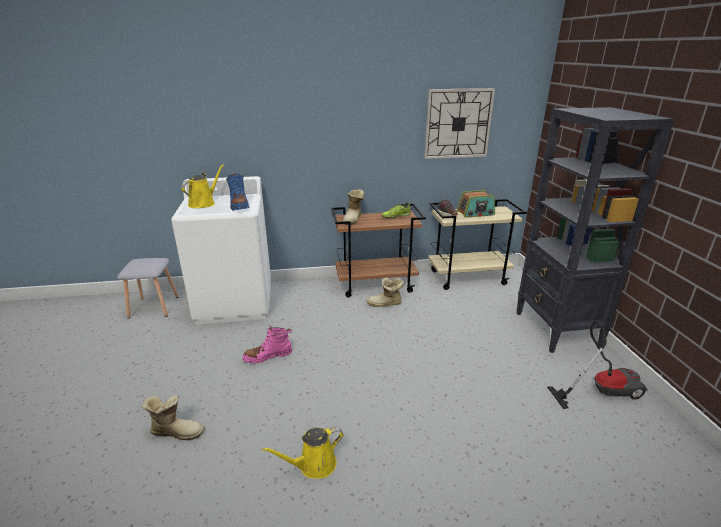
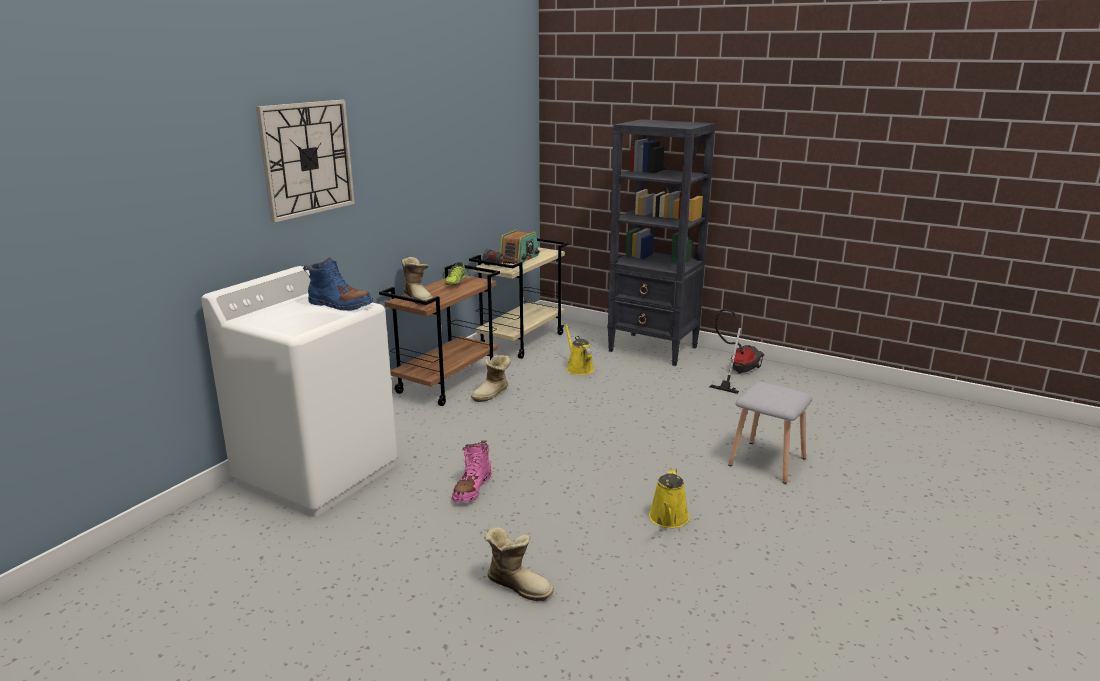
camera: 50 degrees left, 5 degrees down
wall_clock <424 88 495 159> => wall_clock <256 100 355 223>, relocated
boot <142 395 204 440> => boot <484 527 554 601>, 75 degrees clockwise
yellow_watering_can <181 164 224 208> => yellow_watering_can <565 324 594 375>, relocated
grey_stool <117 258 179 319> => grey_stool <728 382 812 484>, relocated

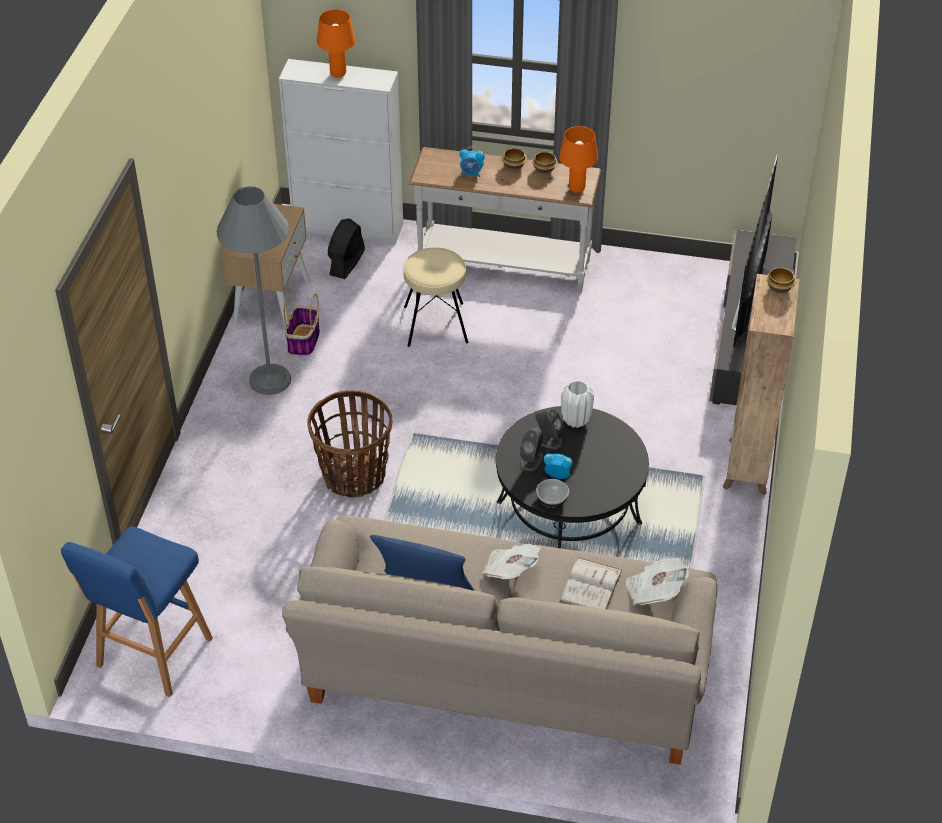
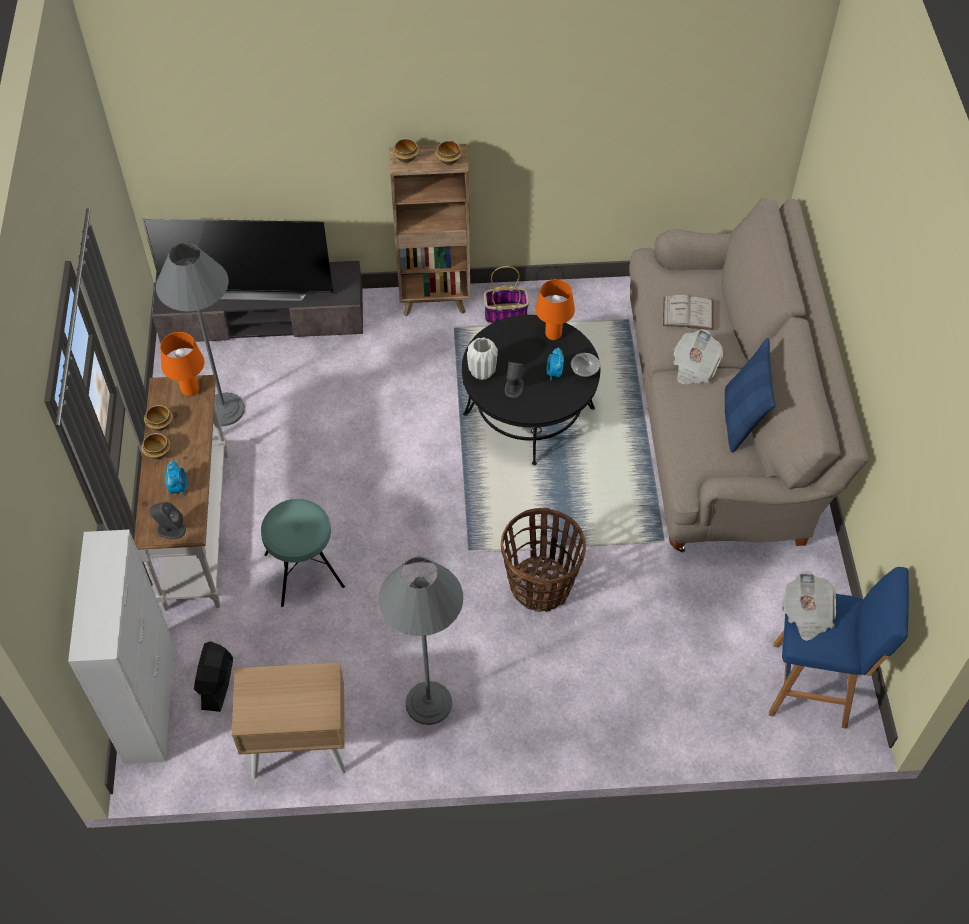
camera: 105 degrees left, 10 degrees up
grey_speaker <520 428 543 471> => grey_speaker <149 502 186 539>, relocated
nothing => grey_floor_lamp <156 243 245 426>
black_fan <328 218 365 279> => black_fan <194 641 233 712>, 90 degrees clockwise
beige_stool <403 247 468 347> => turquoise_stool <261 499 345 607>
nothing => bowl <435 140 462 165>
basket <284 290 320 356> => basket <484 266 529 324>, relocated
orange_table_lamp <317 9 356 77> => orange_table_lamp <535 279 575 340>, relocated
newspaper <625 558 689 605> => newspaper <782 571 836 641>, relocated

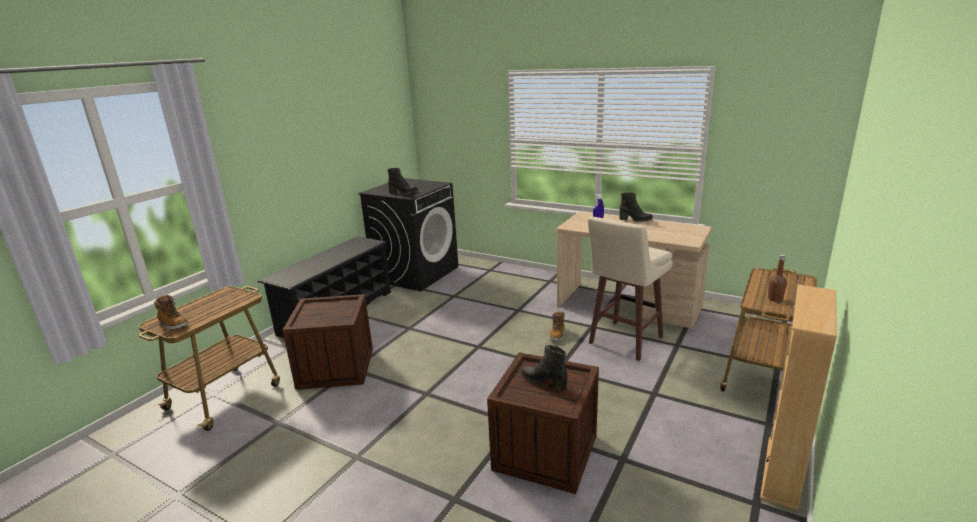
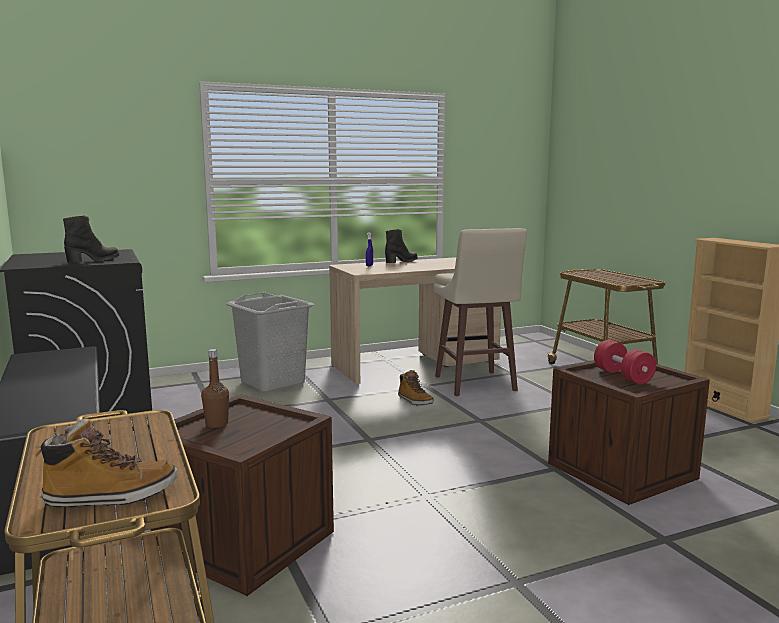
camera: 55 degrees left, 10 degrees down
brown_bottle <768 255 787 302> => brown_bottle <201 349 229 428>, relocated
nothing => grey_laundry_basket <226 292 314 392>
black_boot <521 345 568 391> => red_dumbbell <594 340 656 384>

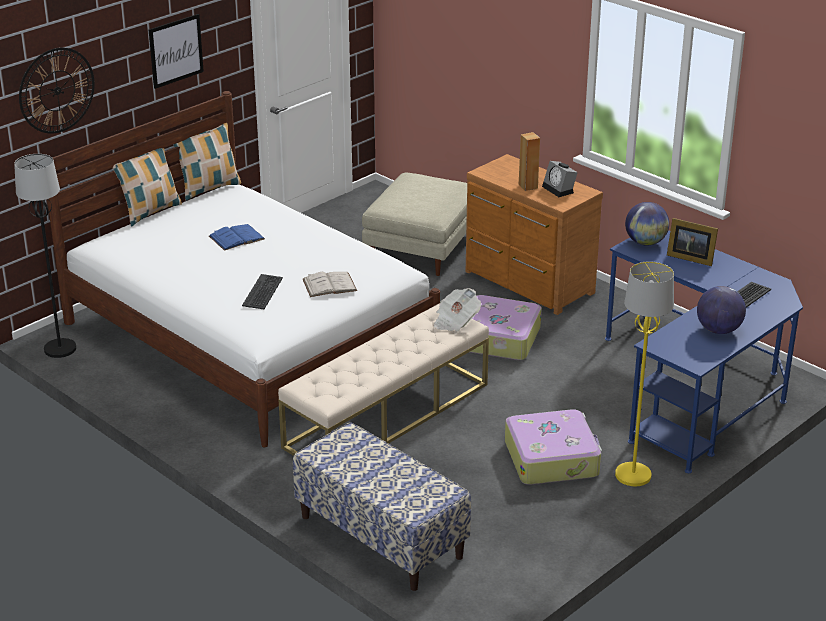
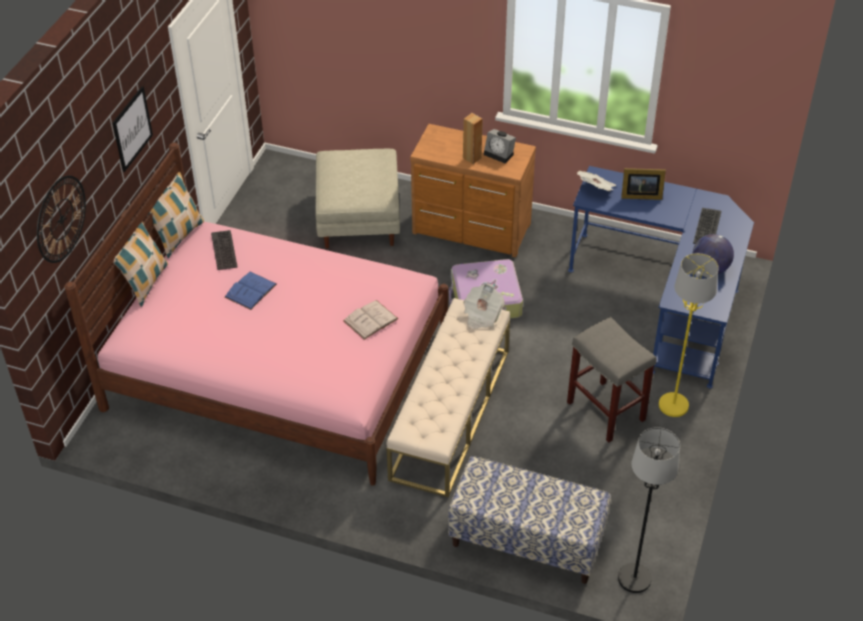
camera: 25 degrees left, 15 degrees up
white_bed <47 91 440 447> => pink_bed <65 142 448 485>
keyboard <242 274 283 309> => keyboard <211 230 238 270>, relocated
suitcase <505 409 602 485> => grey_stool <567 317 657 443>
globe <625 202 669 246> => newspaper <577 171 616 192>
black_floor_lamp <14 154 76 358> => black_floor_lamp <618 427 680 593>, relocated

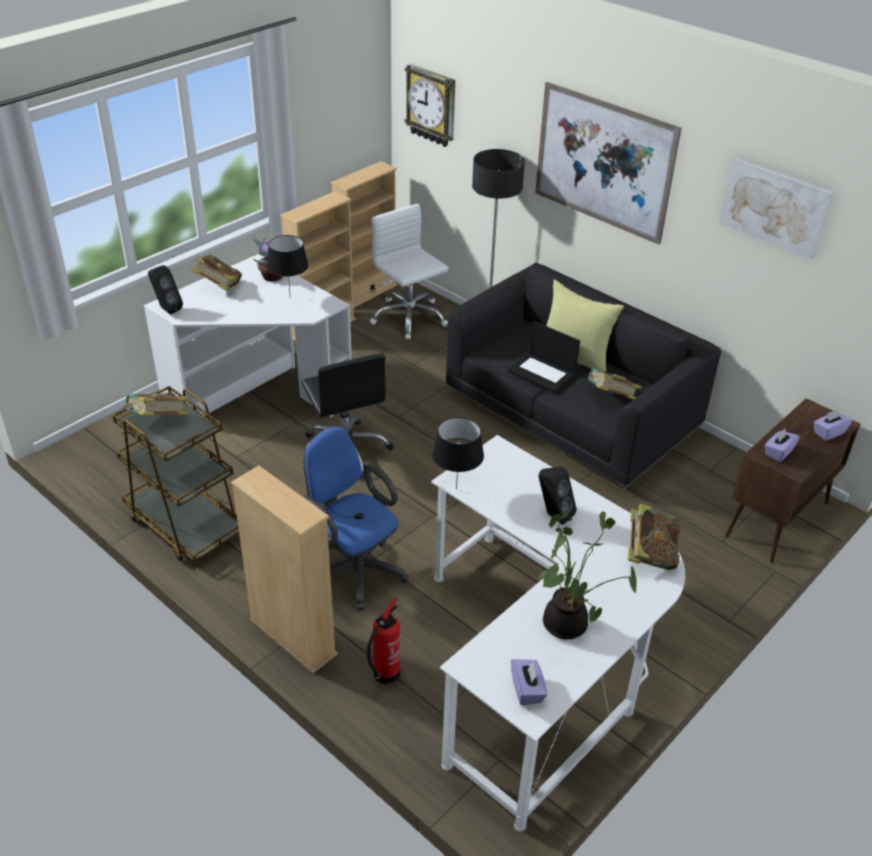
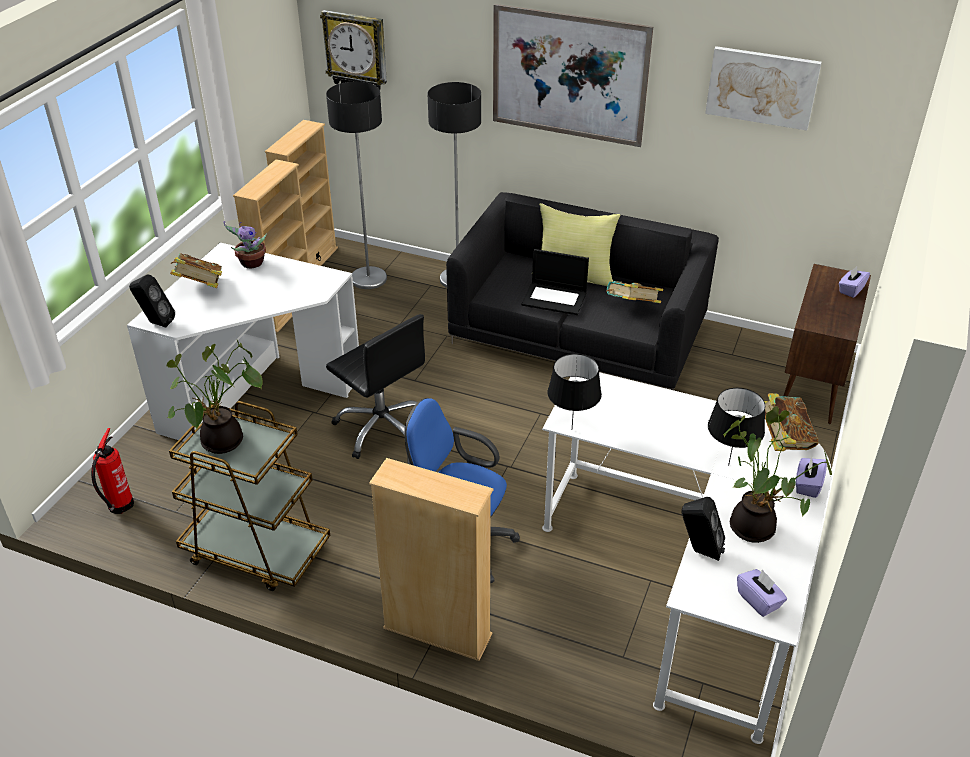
camera: 20 degrees left, 0 degrees up
fire_extinguisher <367 597 400 684> => fire_extinguisher <91 428 134 514>, relocated
book <123 393 189 416> => potted_plant <167 340 263 454>
white_office_chair <370 203 449 340> => floor_lamp <326 82 387 289>
black_speaker <539 466 577 525> => black_speaker <681 497 725 561>, relocated
black_table_lamp <267 235 308 292> => black_table_lamp <708 388 765 466>, relocated
purple_tissue_box <765 428 799 462> => purple_tissue_box <796 456 827 498>, relocated

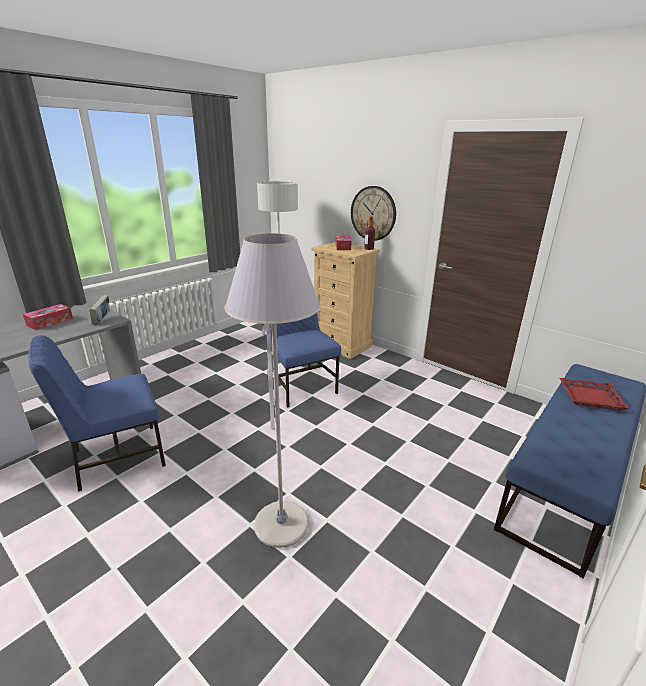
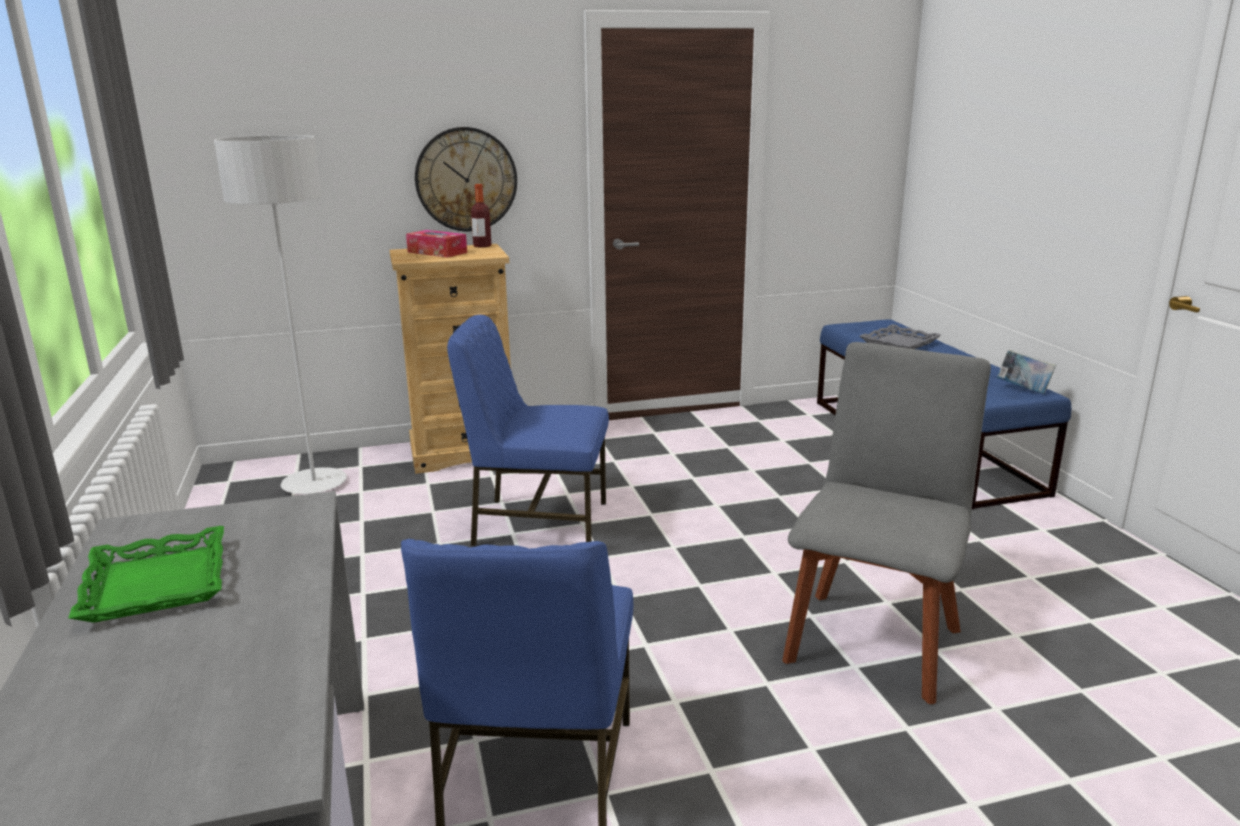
camera: 55 degrees left, 5 degrees down
tissue_box <23 304 73 330> => green_tray <68 526 224 623>
grey_floor_lamp <225 233 321 548> => grey_chair <783 342 991 704>
red_tray <560 378 630 410> => grey_tray <860 324 941 349>
book <89 295 110 325> => book <997 350 1056 394>, relocated

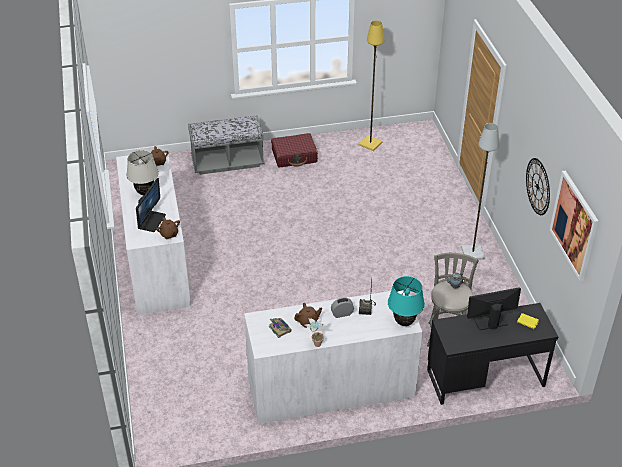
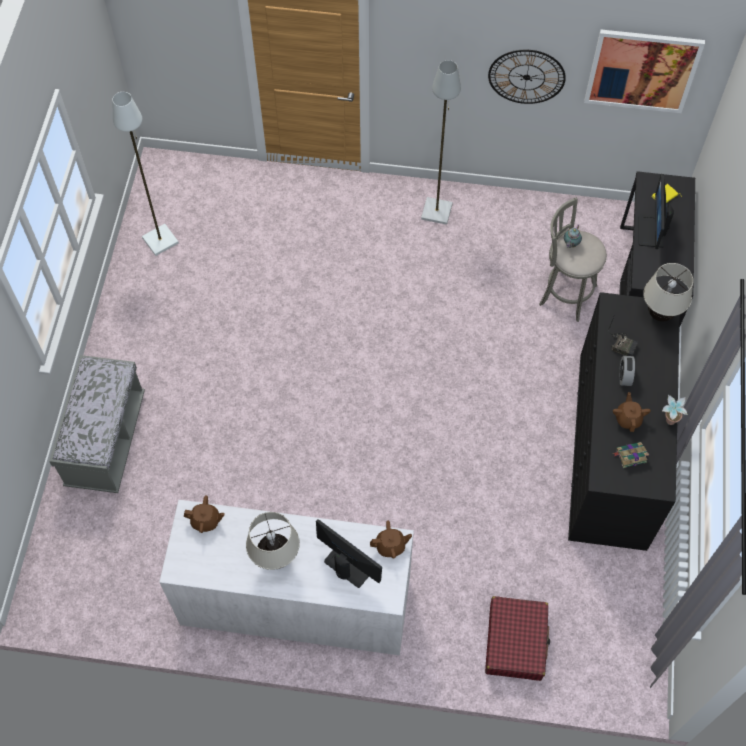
camera: 70 degrees left, 20 degrees up
yellow_floor_lamp <359 21 385 151> => white_floor_lamp <112 92 179 256>
red_suitcase <271 133 318 168> => red_suitcase <485 596 550 681>, relocated
white_dresser <244 290 423 424> => black_dresser <568 292 680 551>
turquoise_table_lamp <388 276 425 326> => beige_table_lamp <643 263 694 322>

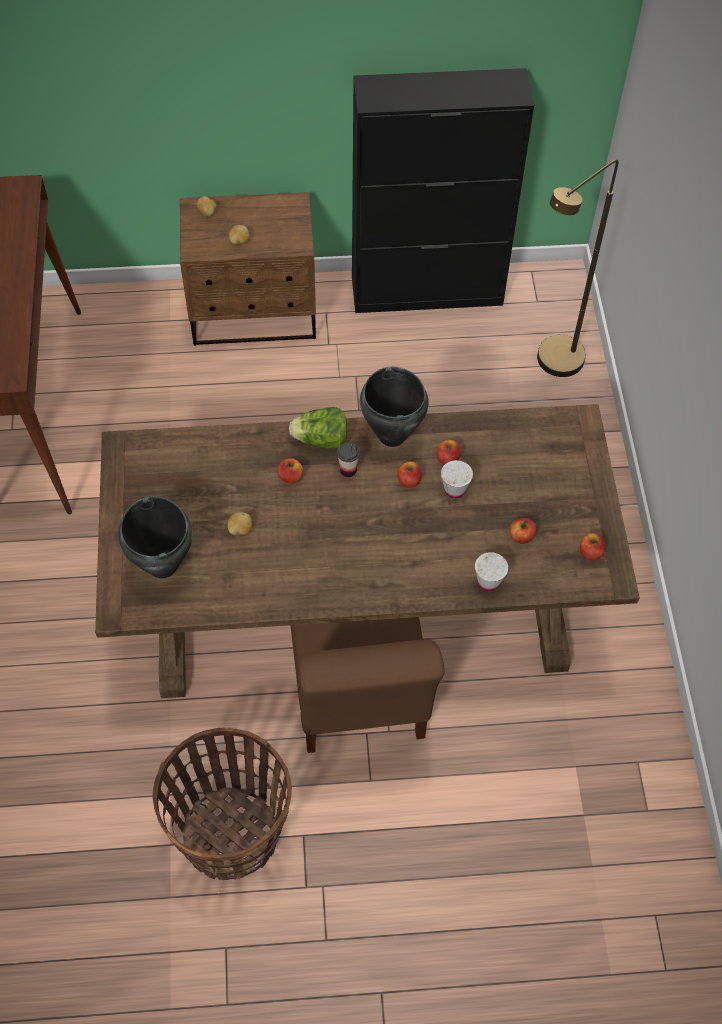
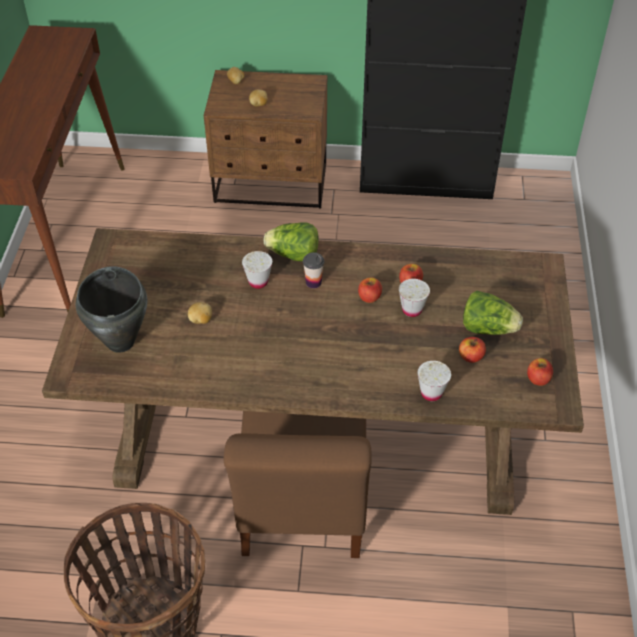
camera: 10 degrees right, 10 degrees down
apple <277 458 304 484> => white_cup <242 251 272 289>
nothing => lettuce <463 291 523 335>
black_cooking_pot <360 367 429 447> => nothing
brown_floor_lamp <537 159 618 377> => nothing

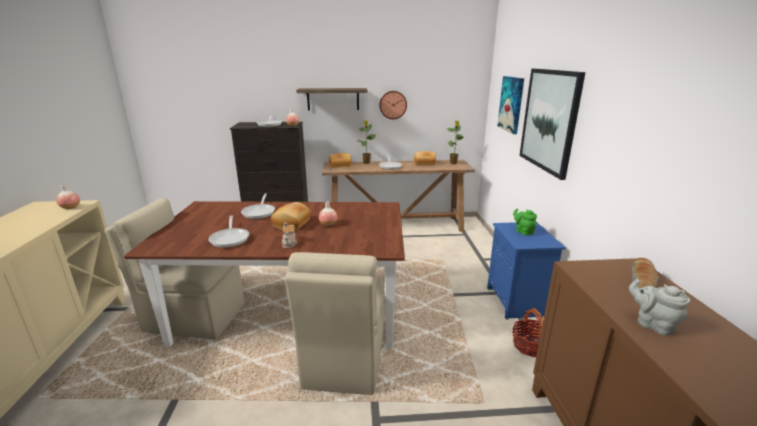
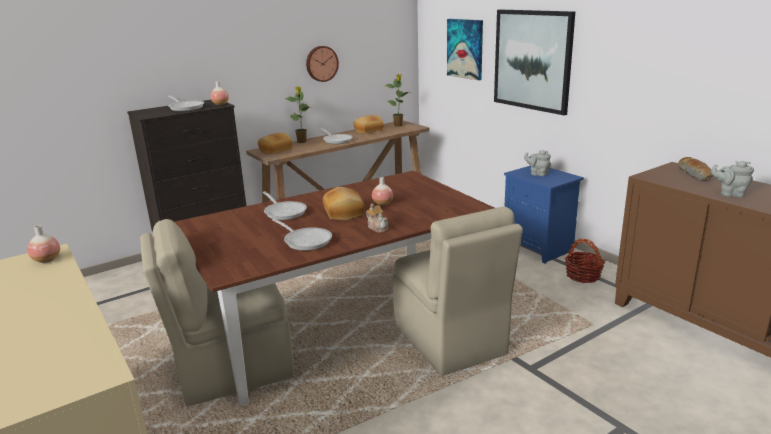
camera: 30 degrees left, 0 degrees up
green_teapot <513 209 537 236> => grey_teapot <524 150 551 176>
shelf <296 88 367 110> => nothing

